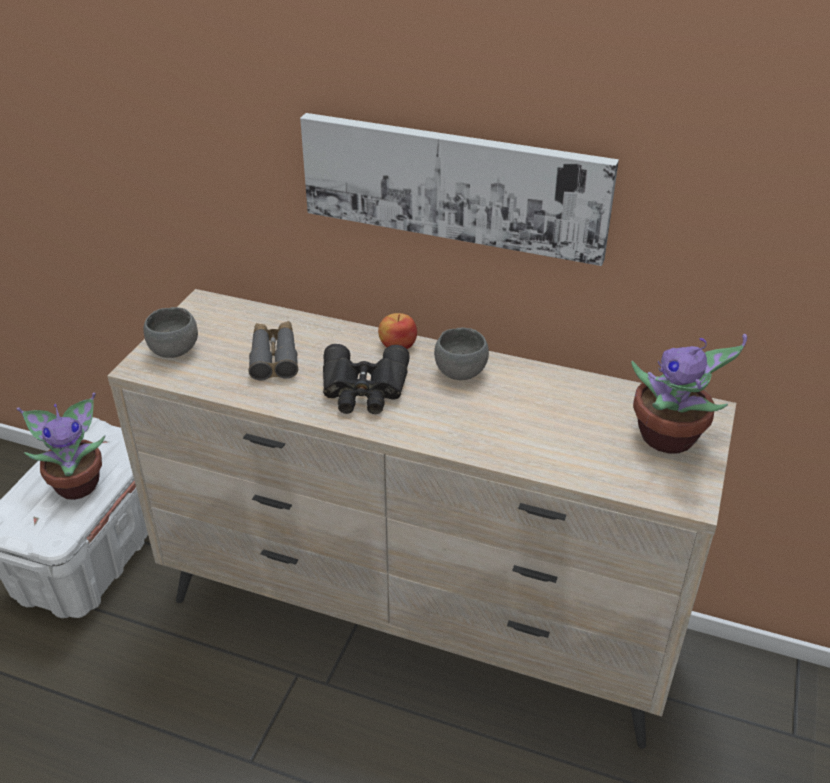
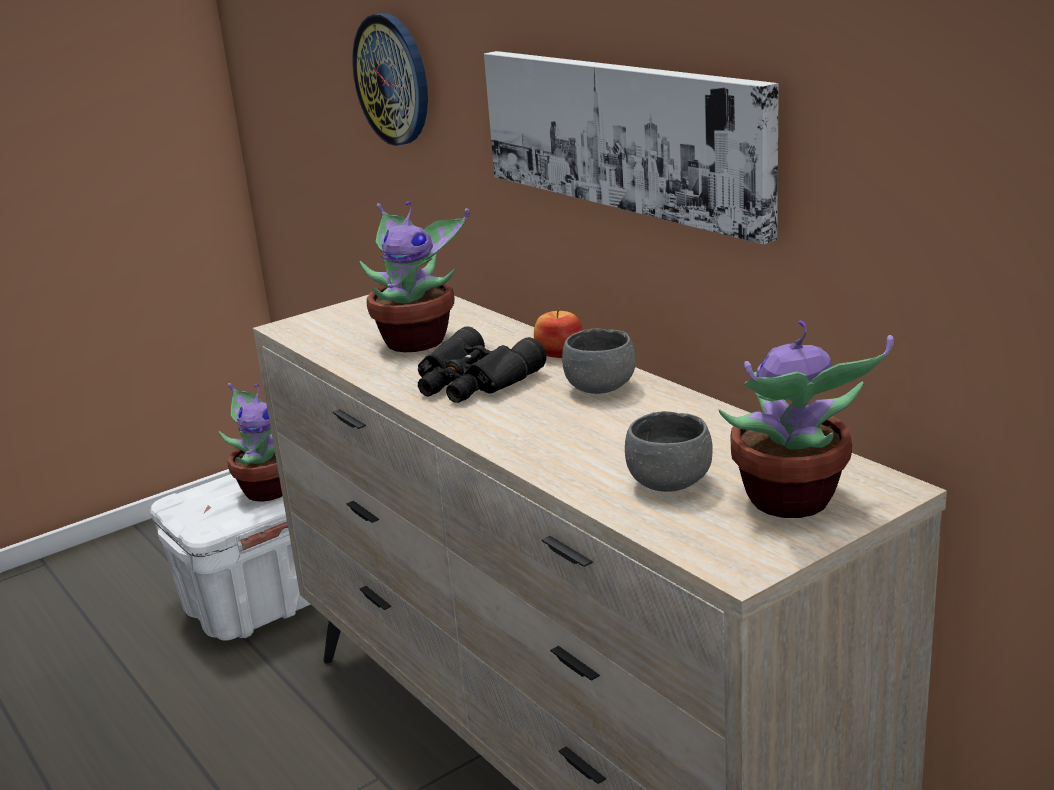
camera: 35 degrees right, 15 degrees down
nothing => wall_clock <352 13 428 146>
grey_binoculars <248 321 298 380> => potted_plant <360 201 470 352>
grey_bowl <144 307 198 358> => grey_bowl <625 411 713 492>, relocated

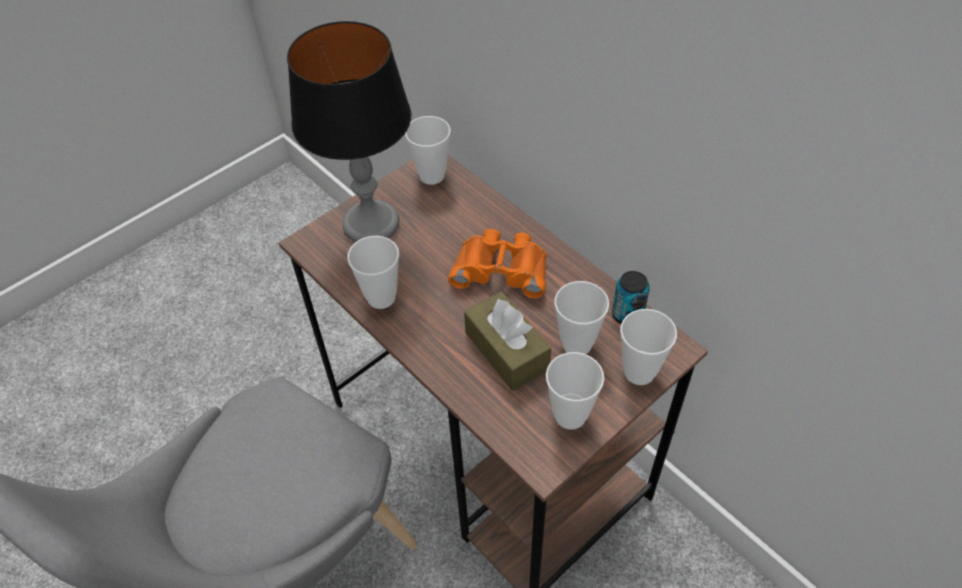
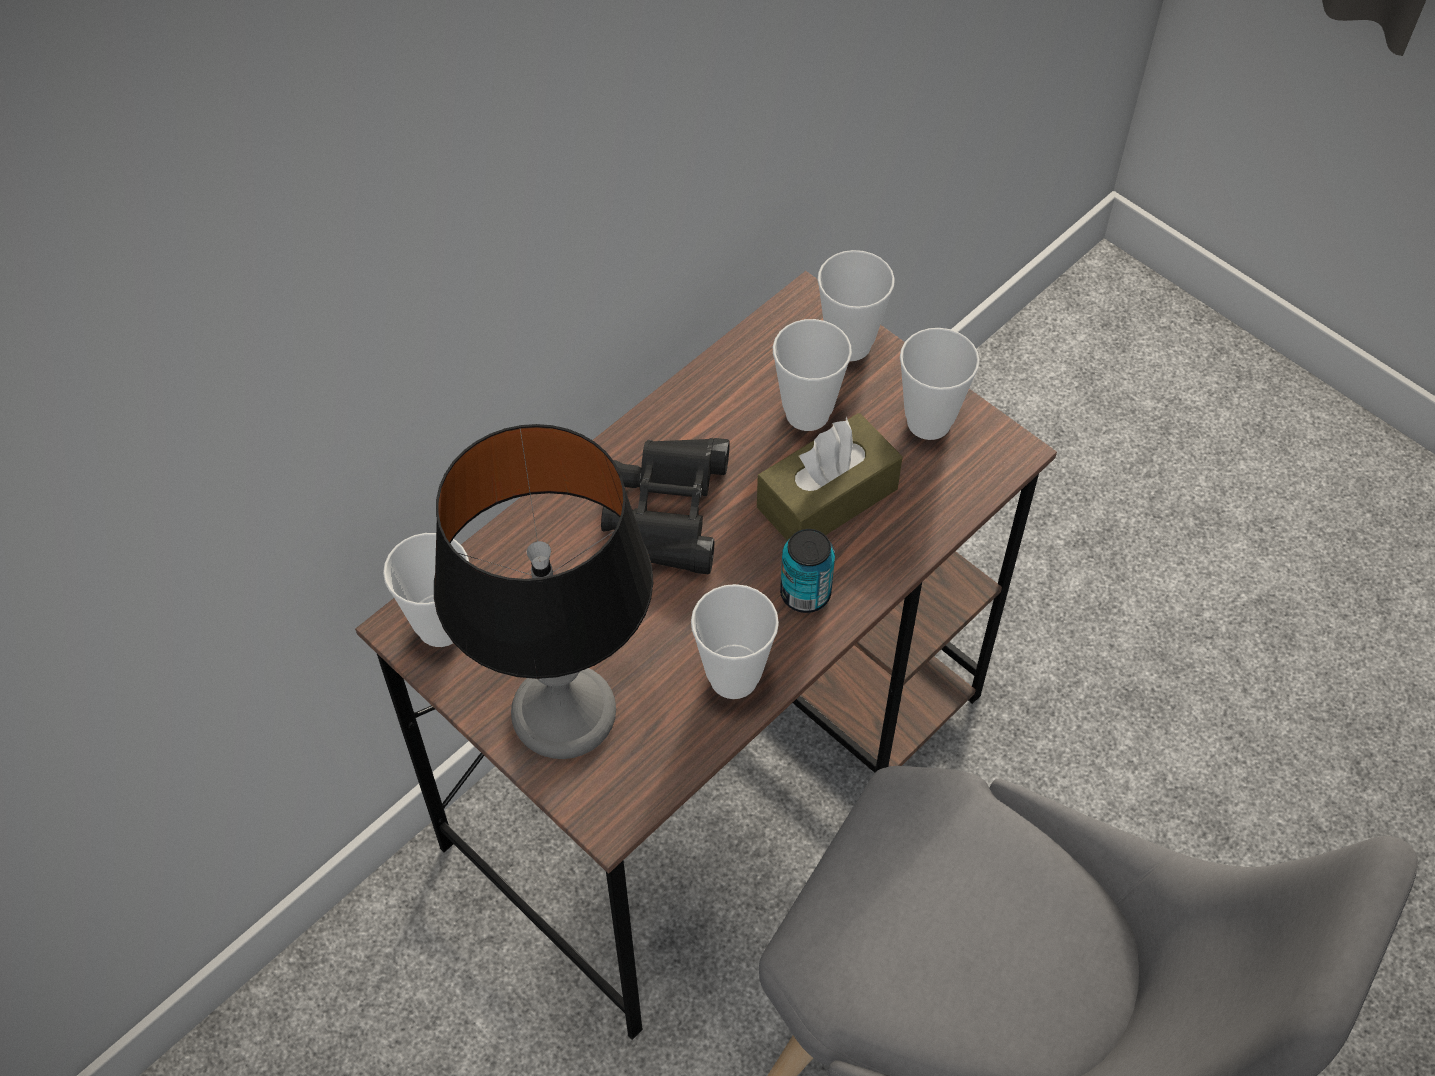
camera: 95 degrees left, 5 degrees up
orange_binoculars <448 229 547 299> => black_binoculars <601 438 730 574>
can <612 271 650 324> => can <780 529 835 613>, relocated

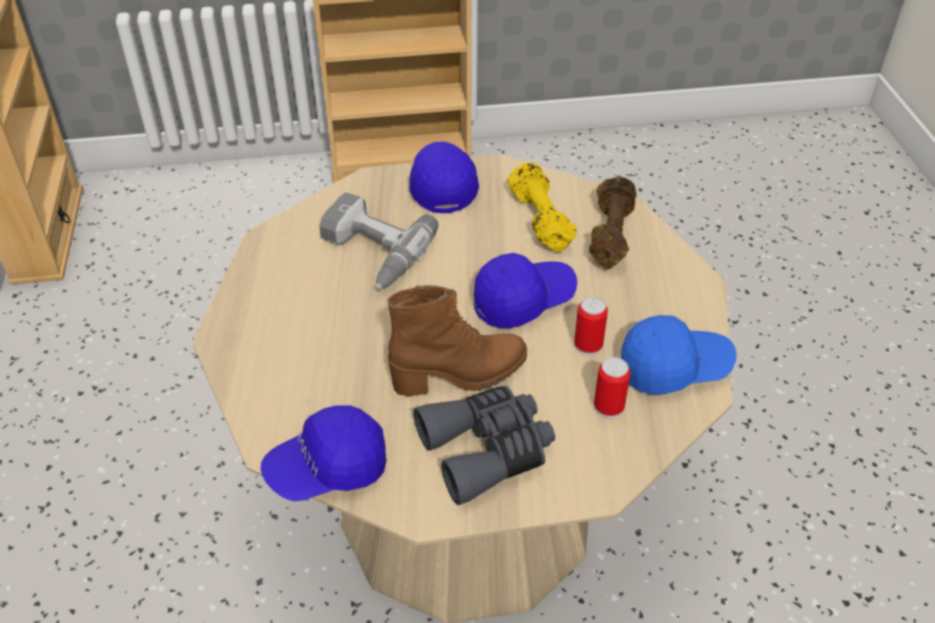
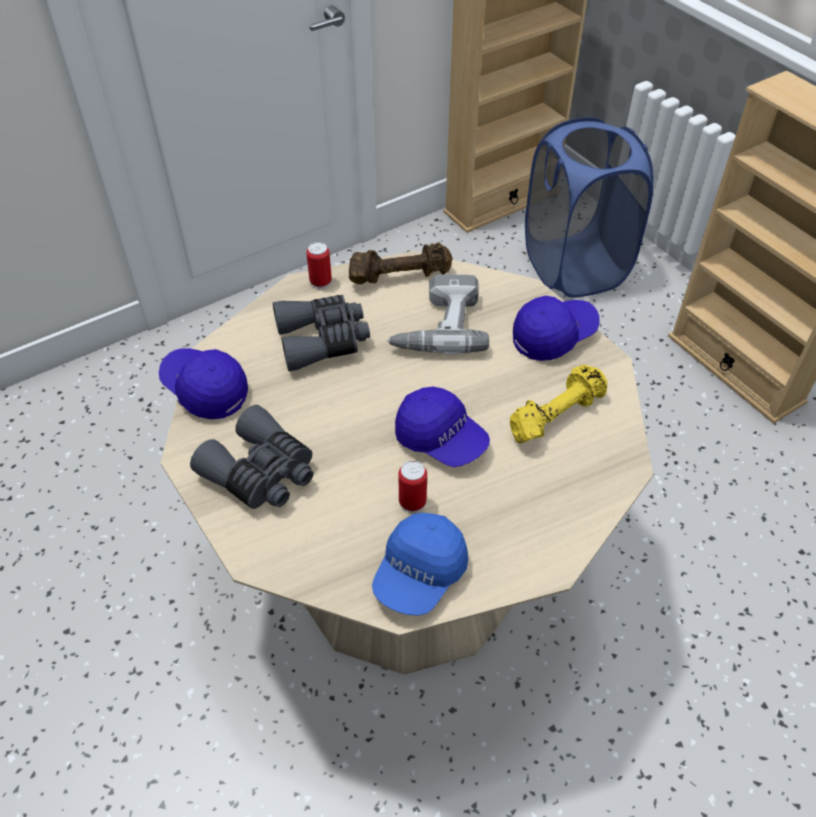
camera: 65 degrees right, 5 degrees up
nothing => grey_binoculars <273 295 370 371>
can <594 357 630 418> => can <306 242 332 289>, relocated
brown_dumbbell <589 177 637 269> => brown_dumbbell <349 242 453 284>, relocated
blue_cap <621 315 737 394> => blue_cap <372 513 468 616>, 60 degrees clockwise
nothing => blue_laundry_basket <525 117 654 298>
brown_boot <387 285 527 396> => nothing

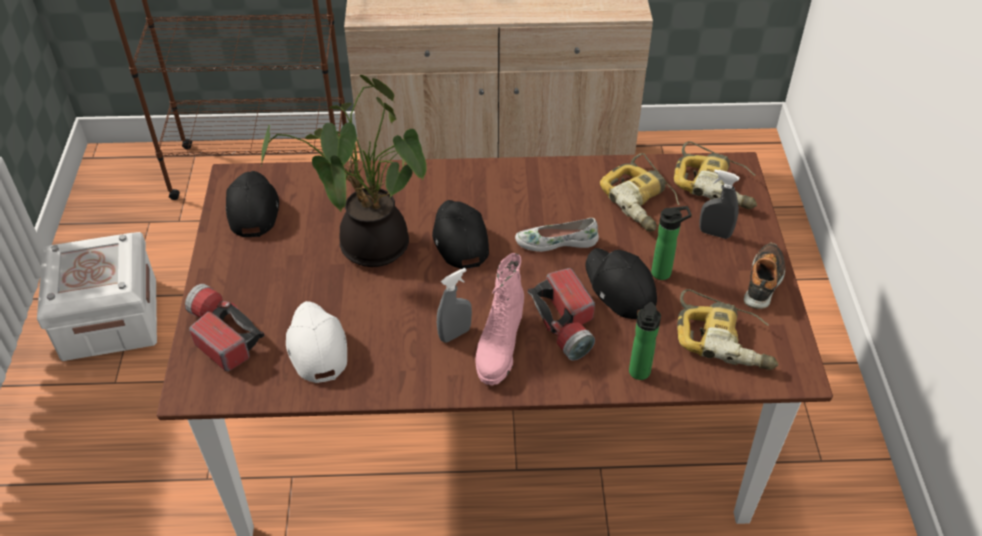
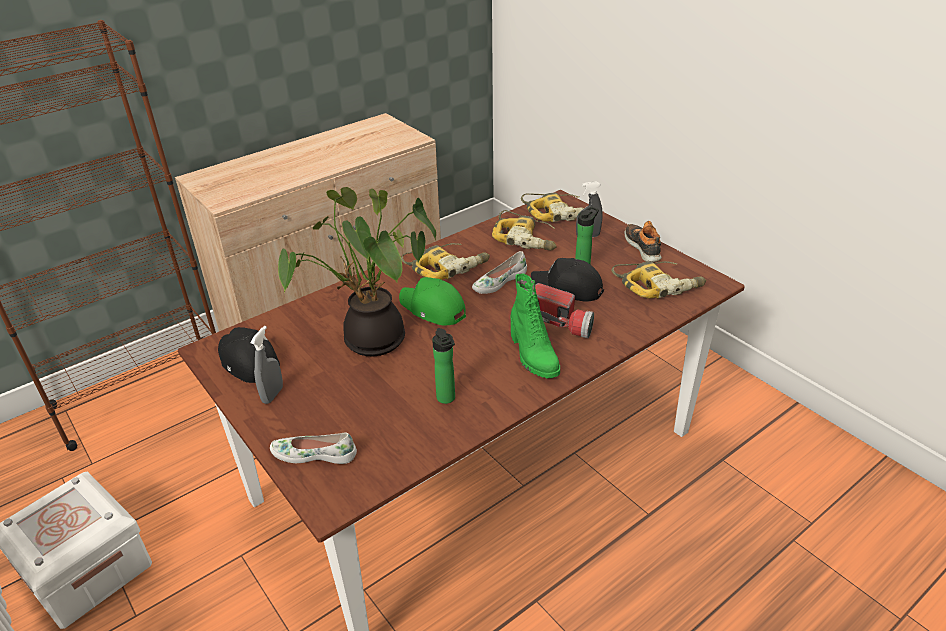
camera: 35 degrees left, 10 degrees down
grey_spray_bottle <437 268 472 343> => grey_spray_bottle <251 326 283 404>, relocated
flashlight <185 284 265 371> => white_shoe <270 432 357 464>
black_cap <432 200 489 269> => green_cap <399 277 466 326>
nothing => power_drill <401 243 490 280>
bottle <629 302 661 380> => bottle <432 328 455 404>, relocated
pink_boot <476 253 524 385> => green_boot <511 273 560 379>
white_cap <286 301 347 383> => nothing

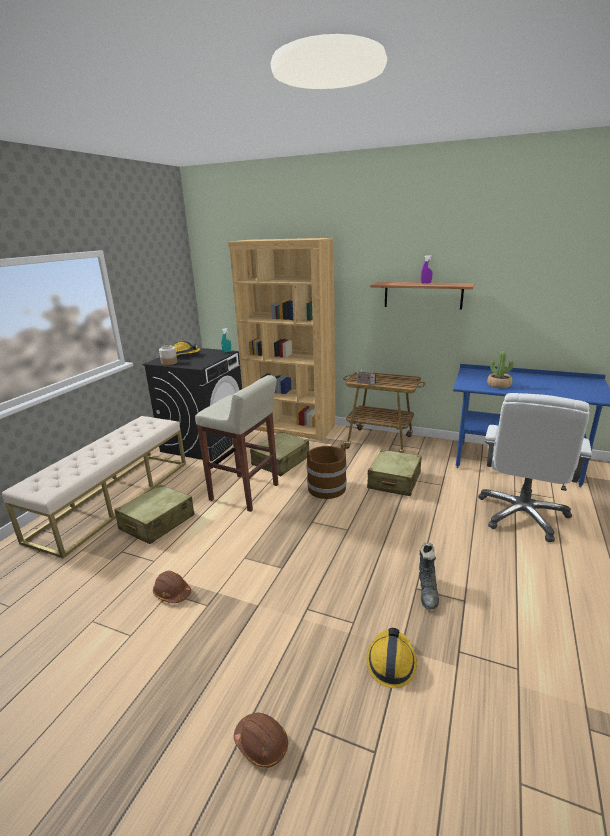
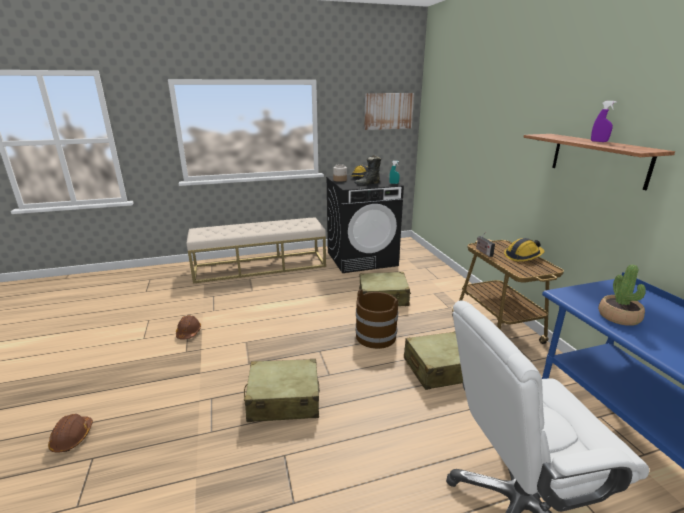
camera: 50 degrees right, 0 degrees up
beige_suitcase <114 485 195 544> => beige_suitcase <244 359 320 422>, relocated
black_boot <419 543 439 609> => black_boot <354 155 381 185>, relocated
nothing => picture <364 93 414 130>
hard_hat <366 628 417 688> => hard_hat <504 238 545 262>, relocated
beige_stool <195 375 278 512> => nothing
brown_bookcase <228 238 335 441> => nothing

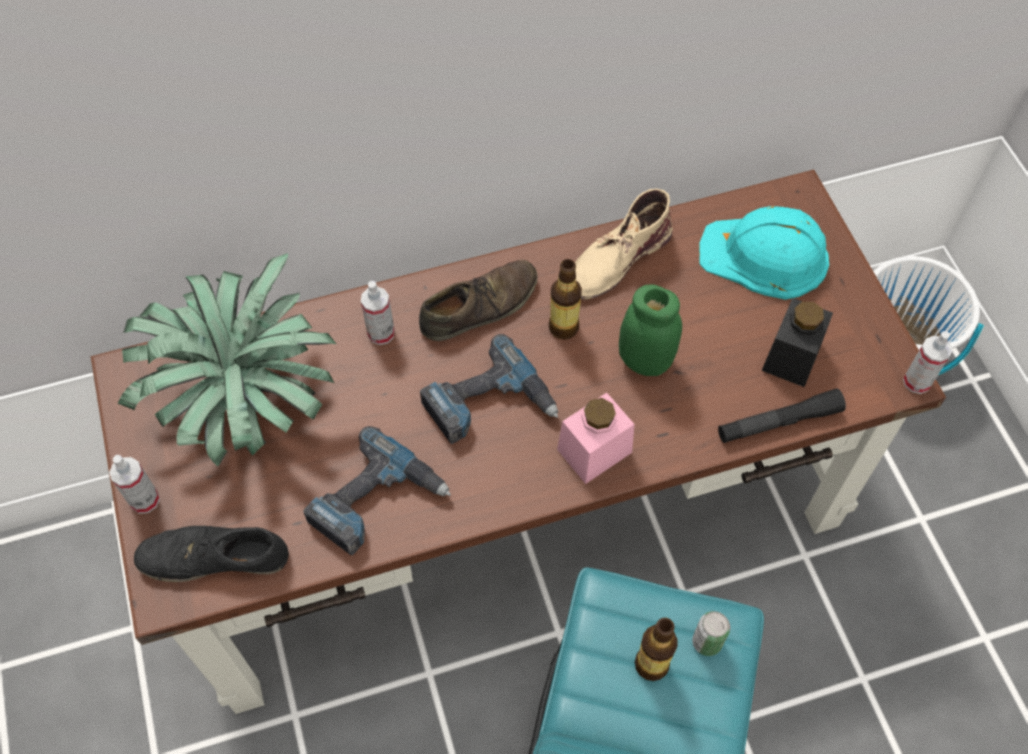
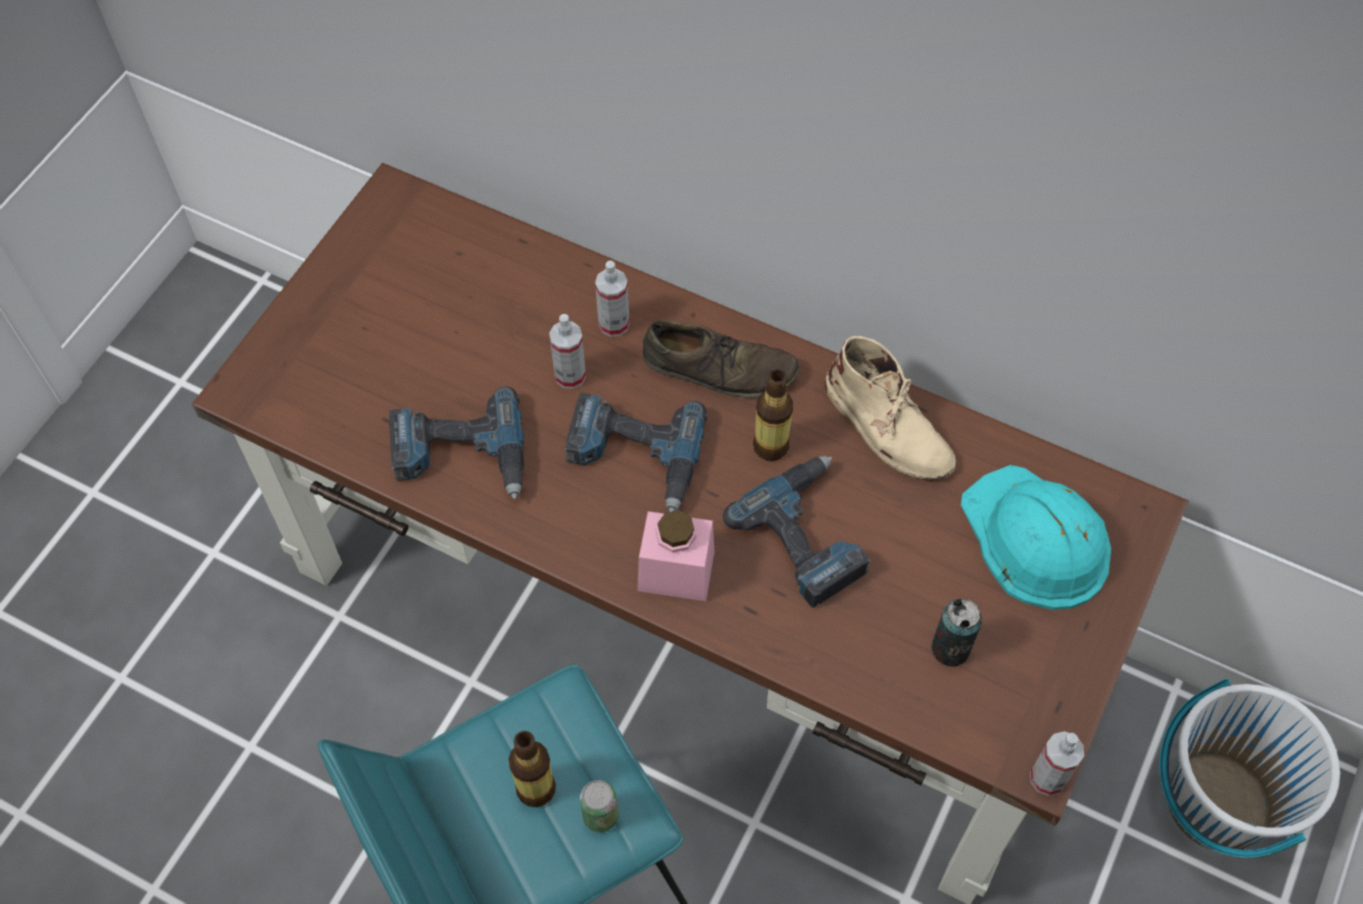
camera: 45 degrees right, 0 degrees up
spray_bottle <109 455 160 514> => spray_bottle <549 314 586 389>, relocated
green_jar <619 284 682 376> => power_drill <723 456 871 608>
beige_boot <575 189 673 300> => beige_boot <825 336 956 481>, 135 degrees counterclockwise
black_jar <762 298 833 387> => can <931 599 982 667>
potted_plant <117 253 336 466> => nothing
black_shoe <134 526 289 582> => nothing
black_flashlight <718 389 846 443> => nothing

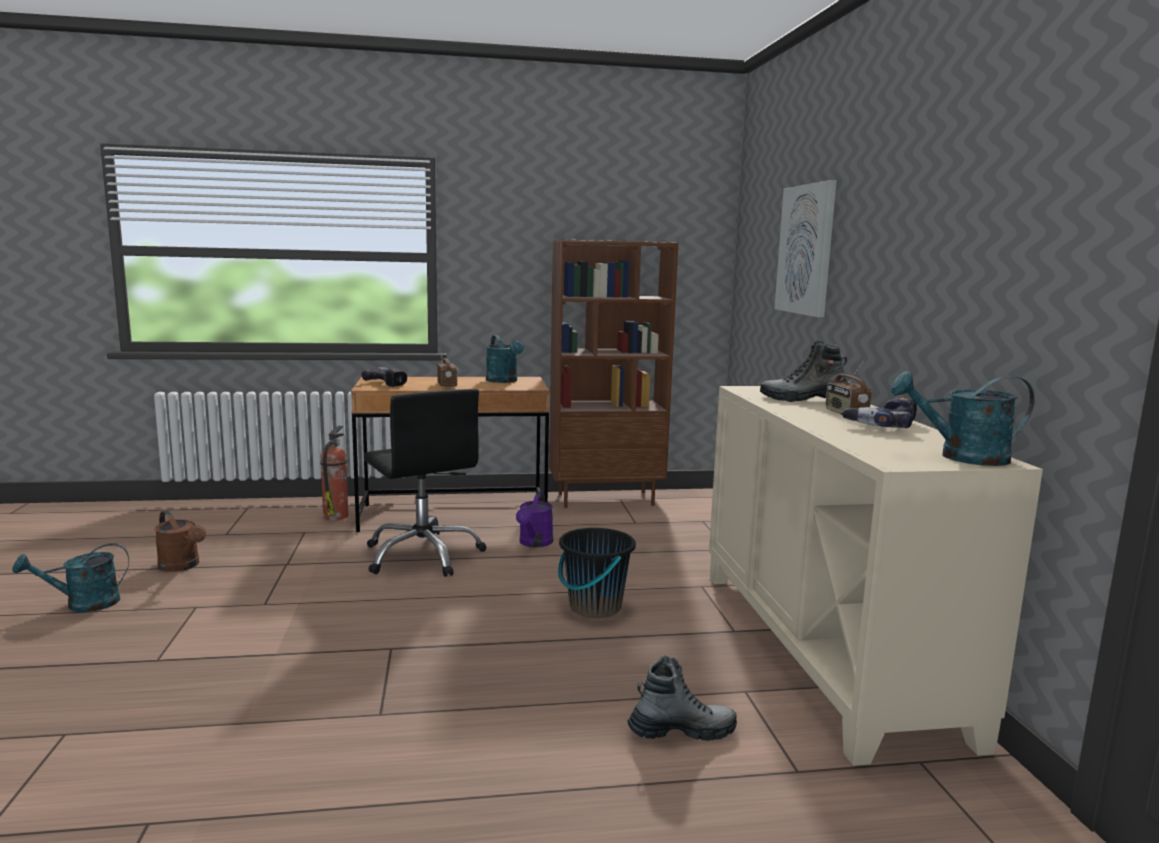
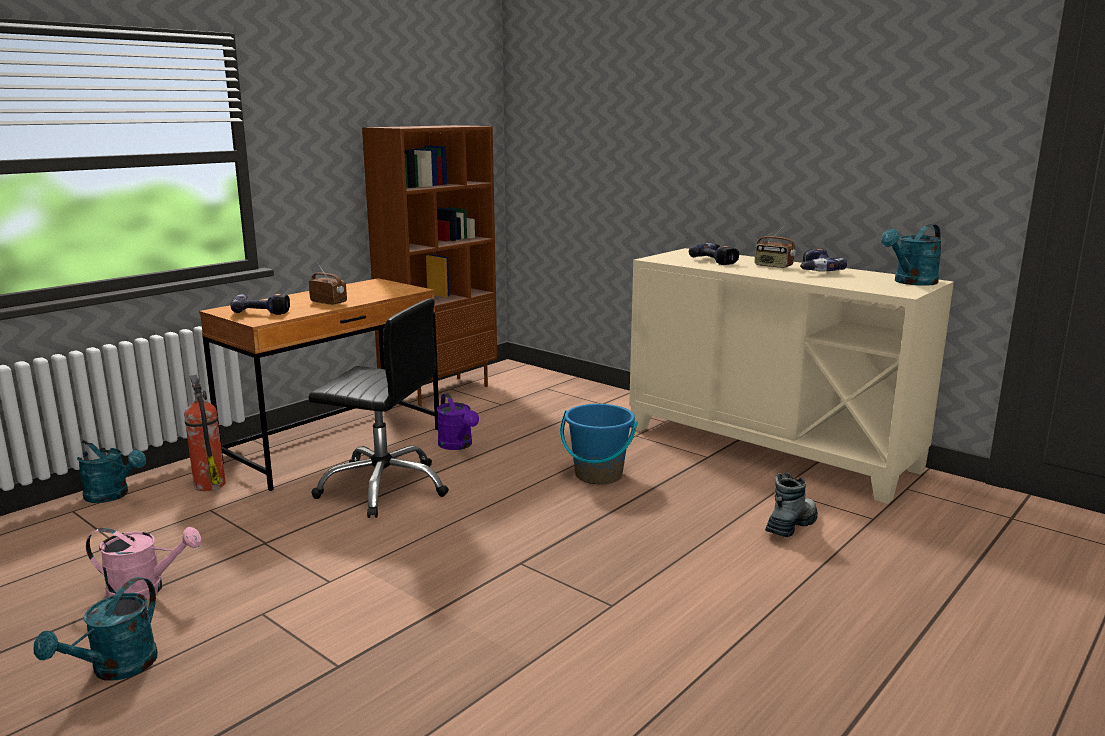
camera: 40 degrees left, 5 degrees up
turquoise_watering_can <486 335 524 383> => turquoise_watering_can <77 440 146 503>, relocated
brown_watering_can <154 510 206 572> => pink_watering_can <86 527 202 599>
black_bucket <558 528 636 618> => blue_bucket <560 404 638 484>
boot <760 340 847 402> => power_drill <689 243 739 265>
picture <774 180 837 317> => nothing

